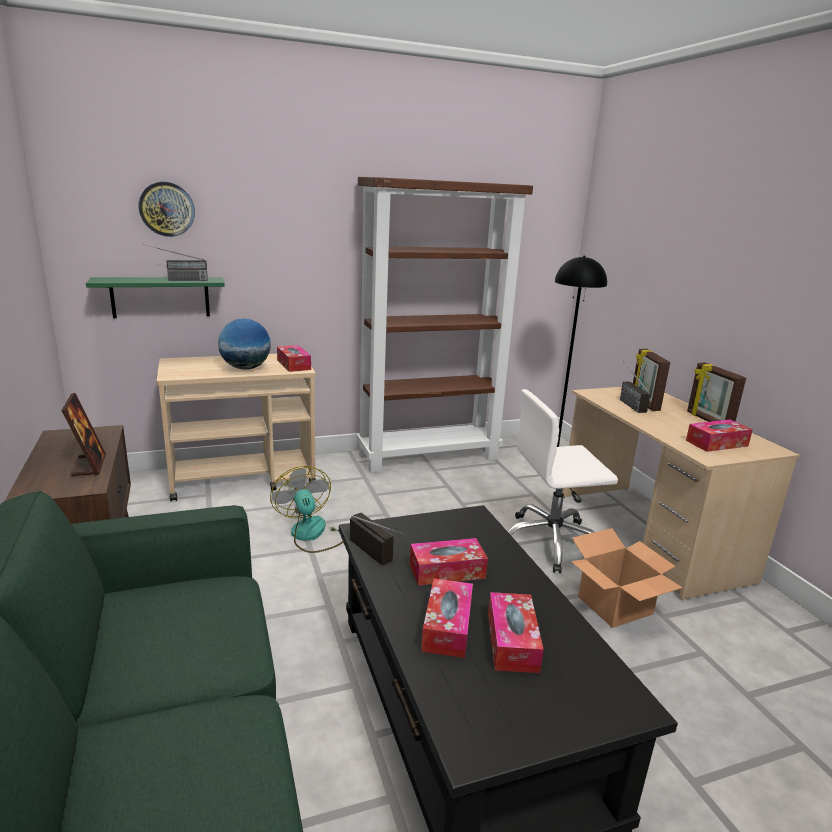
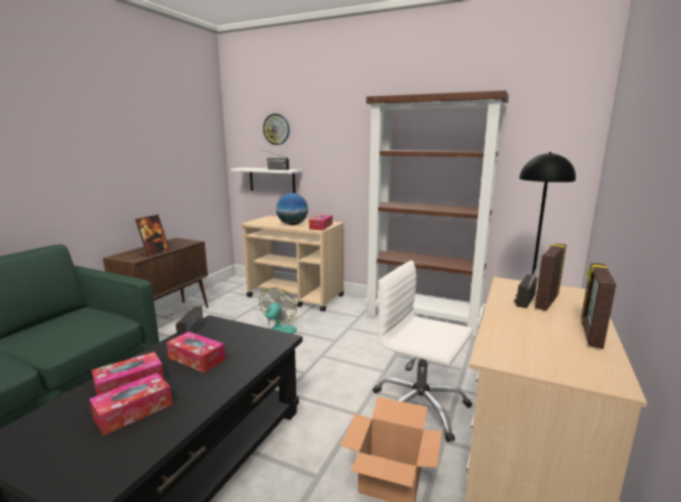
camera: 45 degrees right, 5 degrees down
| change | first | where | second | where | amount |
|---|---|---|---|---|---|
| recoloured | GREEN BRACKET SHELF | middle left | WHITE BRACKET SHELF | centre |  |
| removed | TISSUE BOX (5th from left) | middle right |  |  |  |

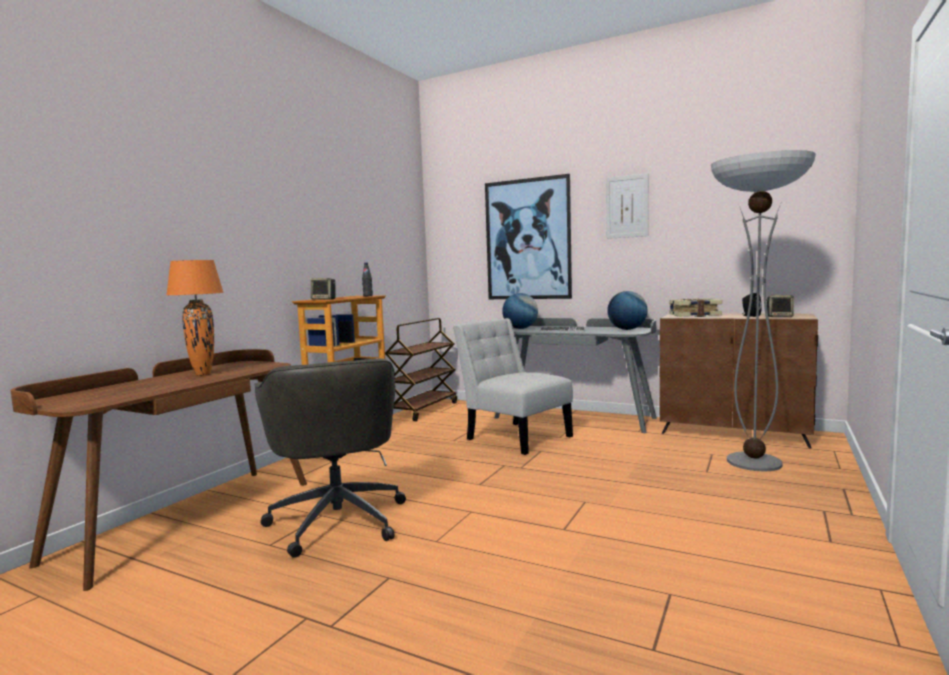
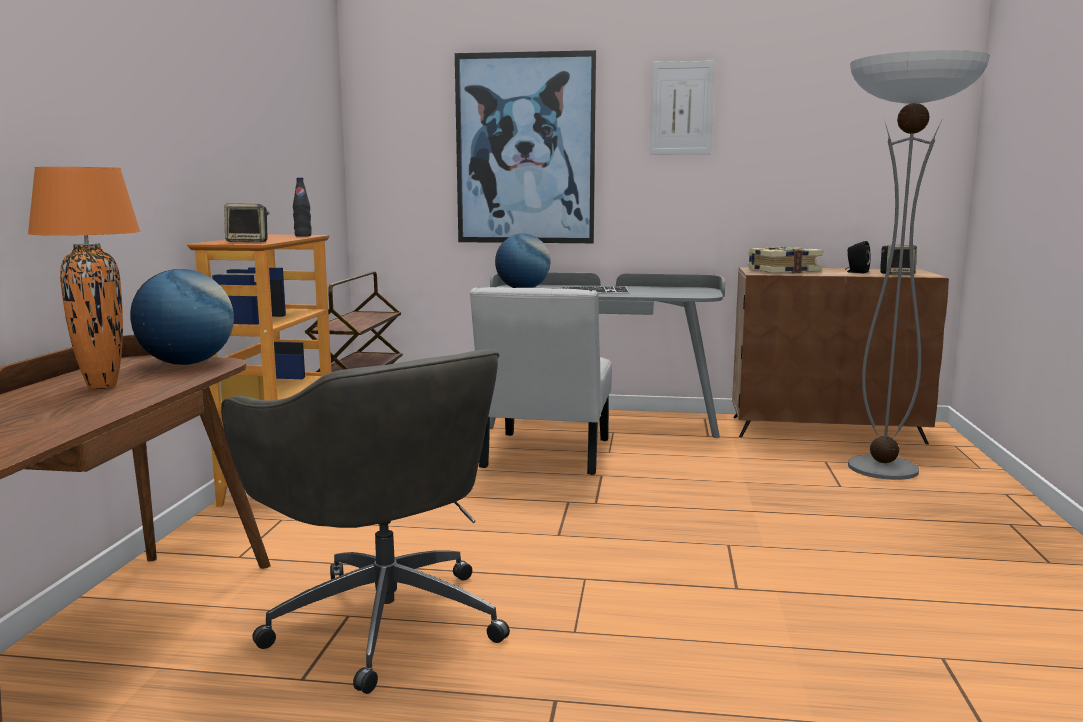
camera: 20 degrees left, 5 degrees up
| change | first | where | second | where | amount |
|---|---|---|---|---|---|
| turned | WHITE CHAIR | centre |  | centre | 105 degrees counterclockwise |
| moved | WORLD GLOBE (2nd from left in the first image) | centre | WORLD GLOBE (1st from left) | middle left |  |

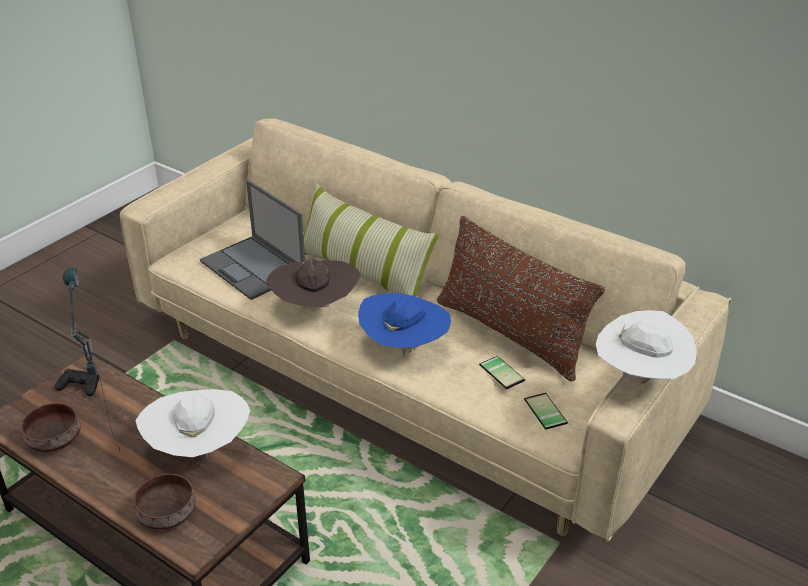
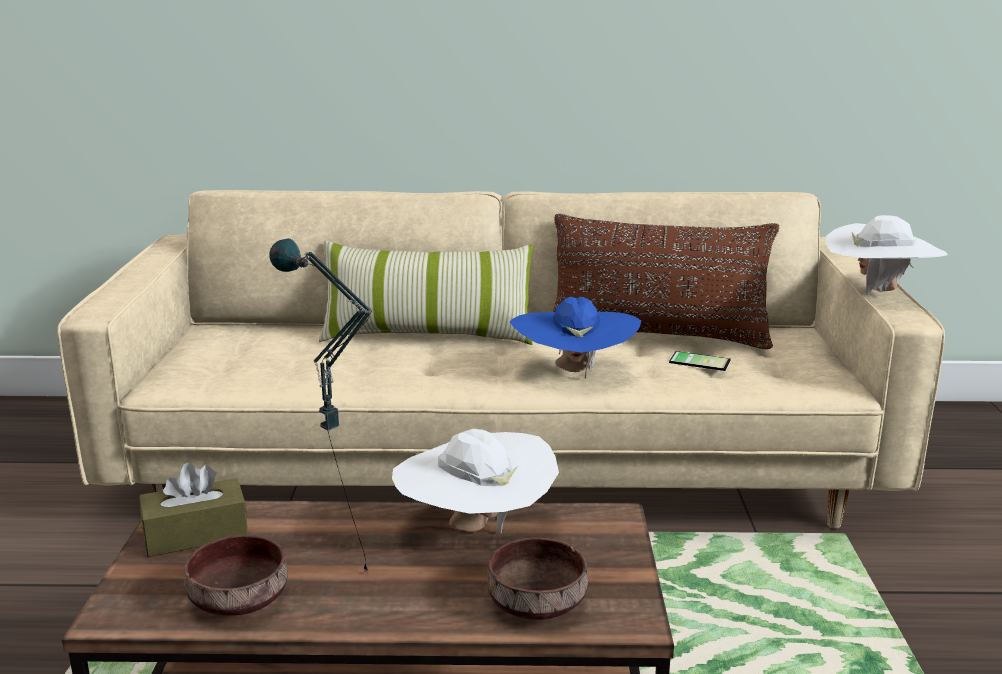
camera: 35 degrees left, 15 degrees down
| change | first | where | second | where | amount |
|---|---|---|---|---|---|
| replaced | BLACK GAME CONTROLLER | middle left | BROWNISH TISSUE BOX | bottom left |  |
| removed | PORTABLE COMPUTER | middle left |  |  |  |
| removed | BROWNISH CLOTHING HAT | centre |  |  |  |
| removed | TELEPHONE (2nd from left) | bottom right |  |  |  |

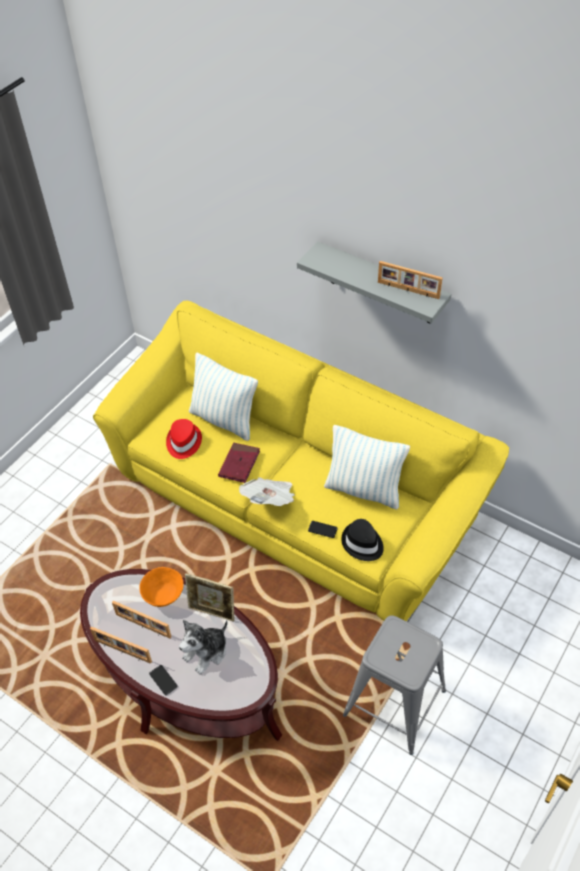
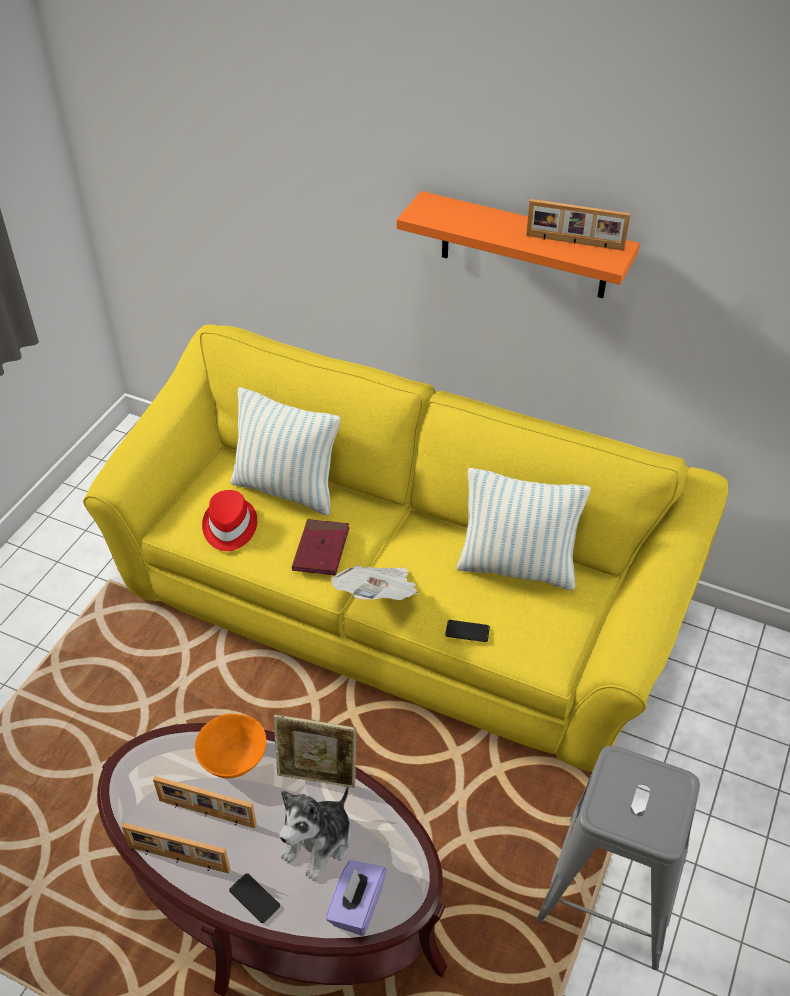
camera: 10 degrees left, 5 degrees down
| change | first | where | second | where | amount |
|---|---|---|---|---|---|
| recoloured | GREYISH BRACKET SHELF | top centre | ORANGE-COLOURED BRACKET SHELF | top centre |  |
| removed | BLACK CLOTHING HAT | centre |  |  |  |
| added |  |  | PURPLE TISSUE BOX | bottom centre |  |

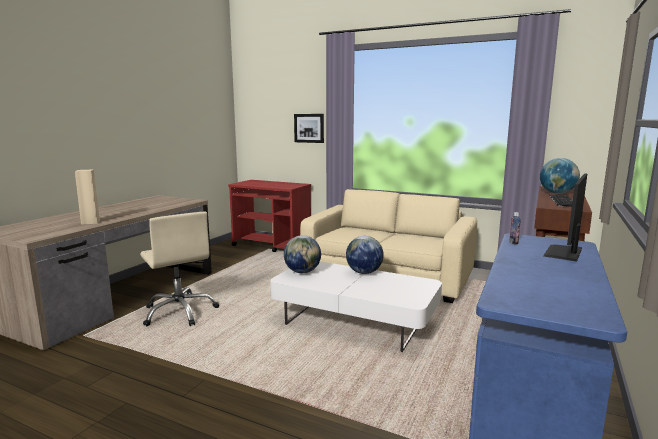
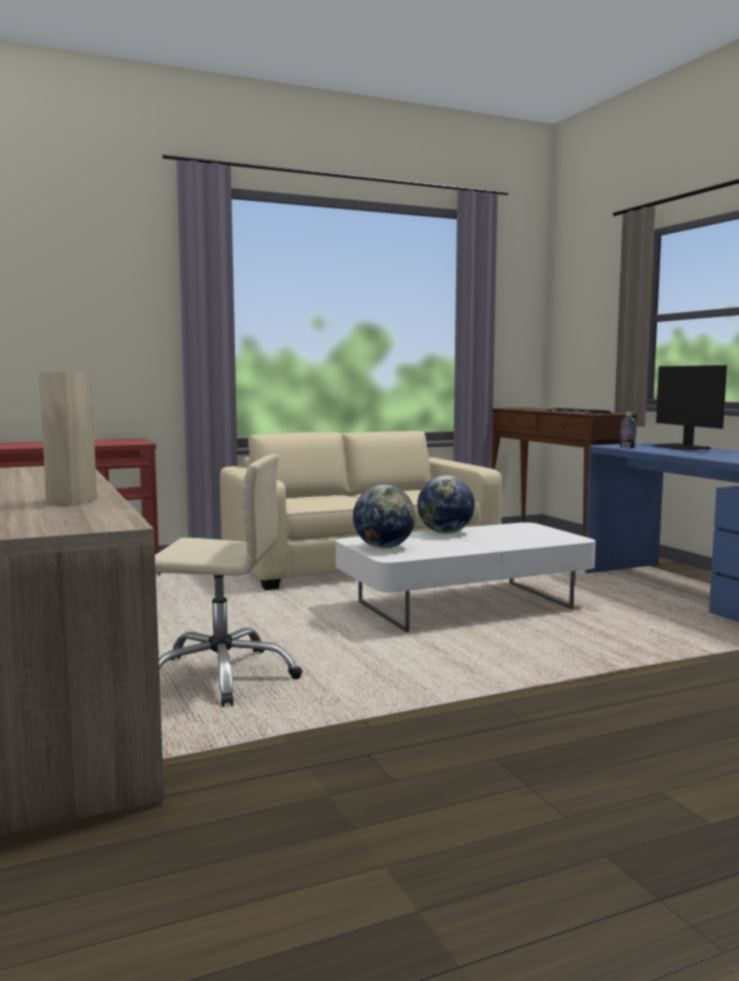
camera: 50 degrees left, 5 degrees down
| change | first | where | second | where | amount |
|---|---|---|---|---|---|
| removed | WALL ART | top centre |  |  |  |
| removed | WORLD GLOBE (3rd from left) | middle right |  |  |  |

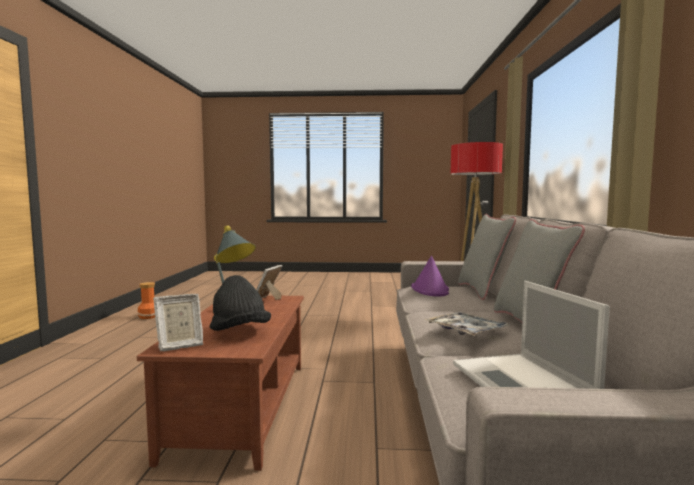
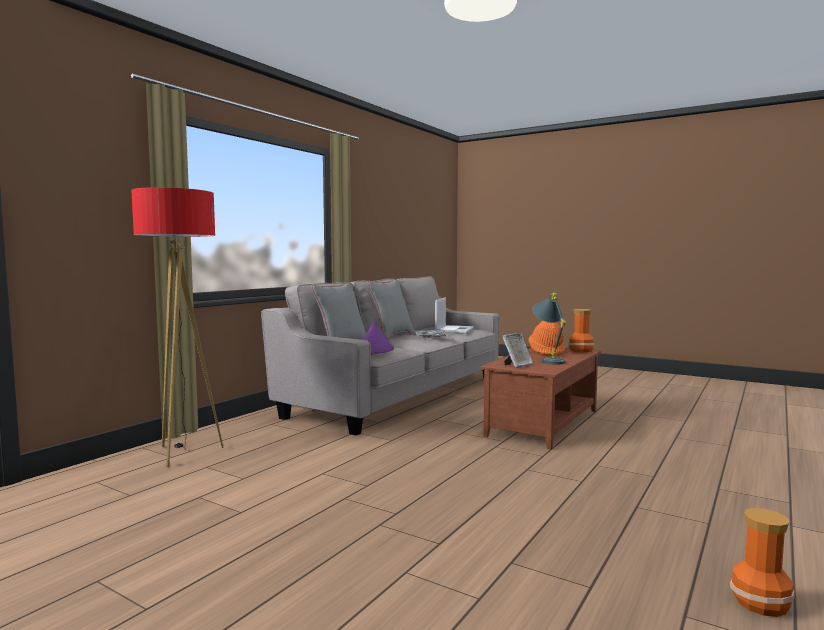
camera: 150 degrees left, 0 degrees up
| change | first | where | second | where | amount |
|---|---|---|---|---|---|
| replaced | PHOTO FRAME (1st from left) | middle left | VASE (1st from left) | middle right |  |
| recoloured | BLACK CLOTHING HAT | centre | ORANGE-COLOURED CLOTHING HAT | centre |  |

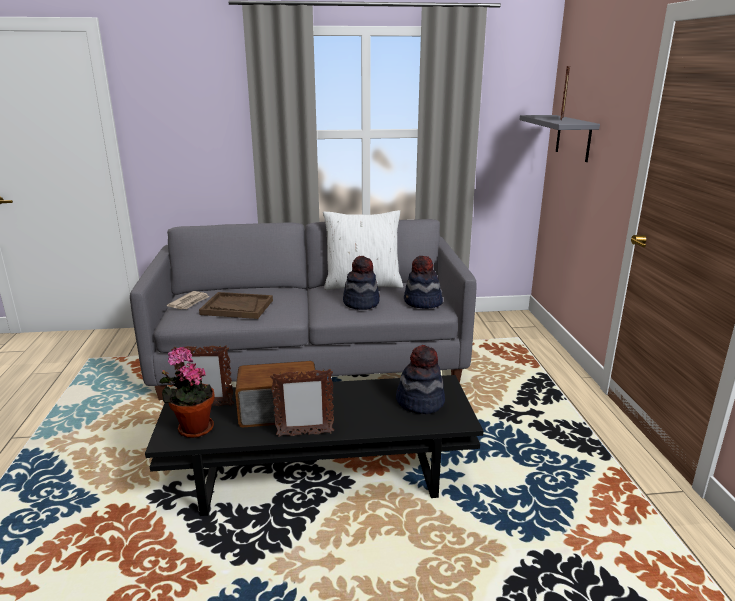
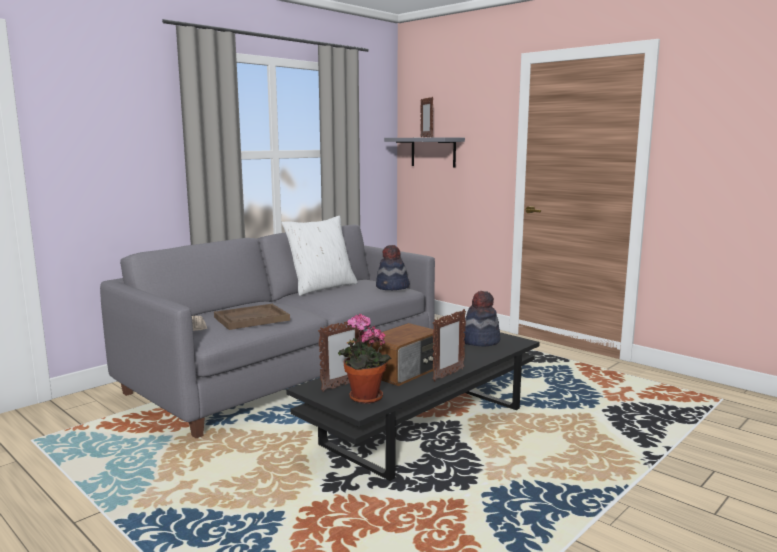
camera: 40 degrees left, 10 degrees down
| change | first | where | second | where | amount |
|---|---|---|---|---|---|
| removed | CLOTHING HAT (1st from left) | centre |  |  |  |

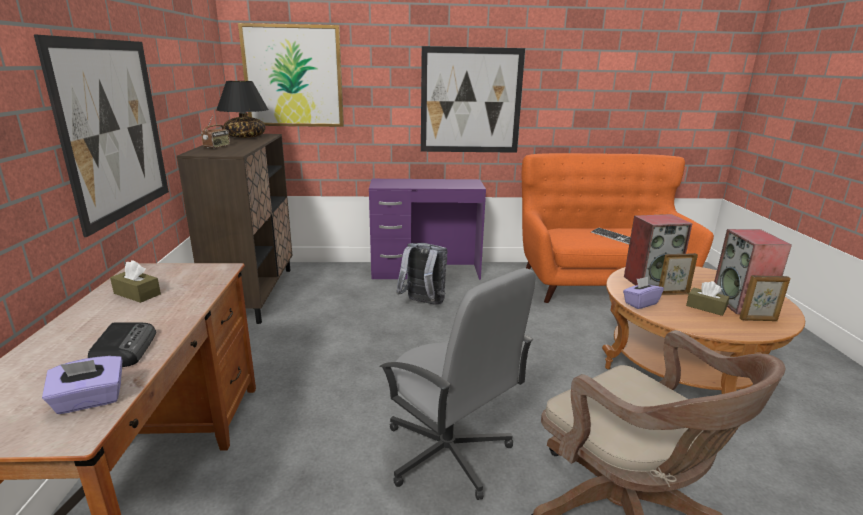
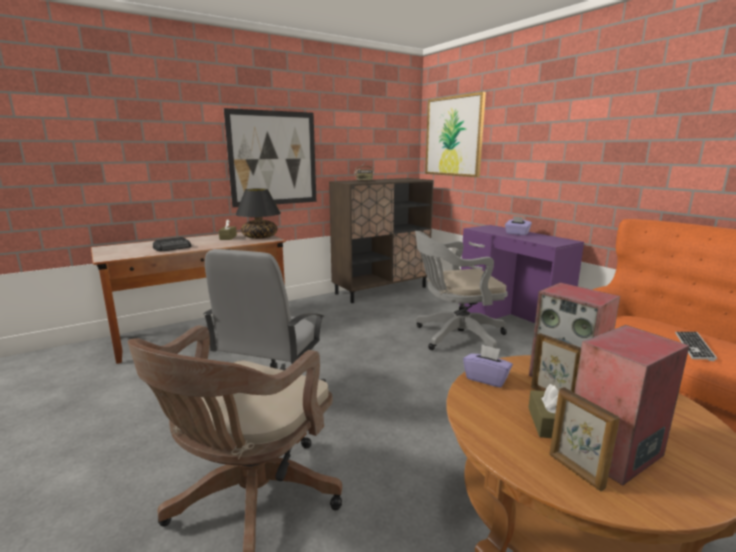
camera: 60 degrees right, 5 degrees down
| change | first | where | second | where | amount |
|---|---|---|---|---|---|
| moved | PURPLE TISSUE BOX (1st from left in the first image) | bottom left | PURPLE TISSUE BOX (2nd from left) | middle right |  |
| moved | BLACK LAMP FOR A TABLE | top left |  | centre |  |
| replaced | GREYISH RUCKSACK | centre | GREYISH COMPUTER CHAIR (2nd from left) | centre |  |
| removed | WALL ART (3rd from left) | top centre |  |  |  |

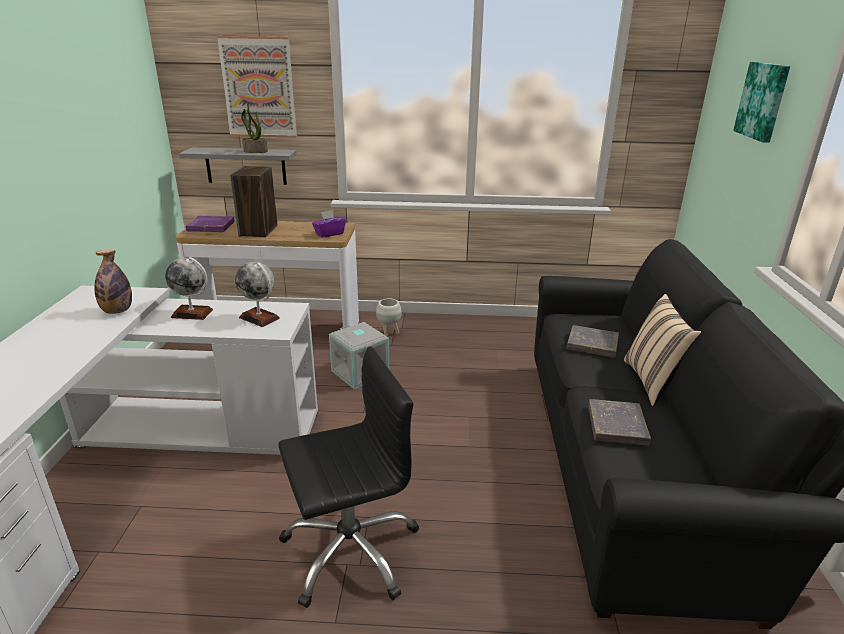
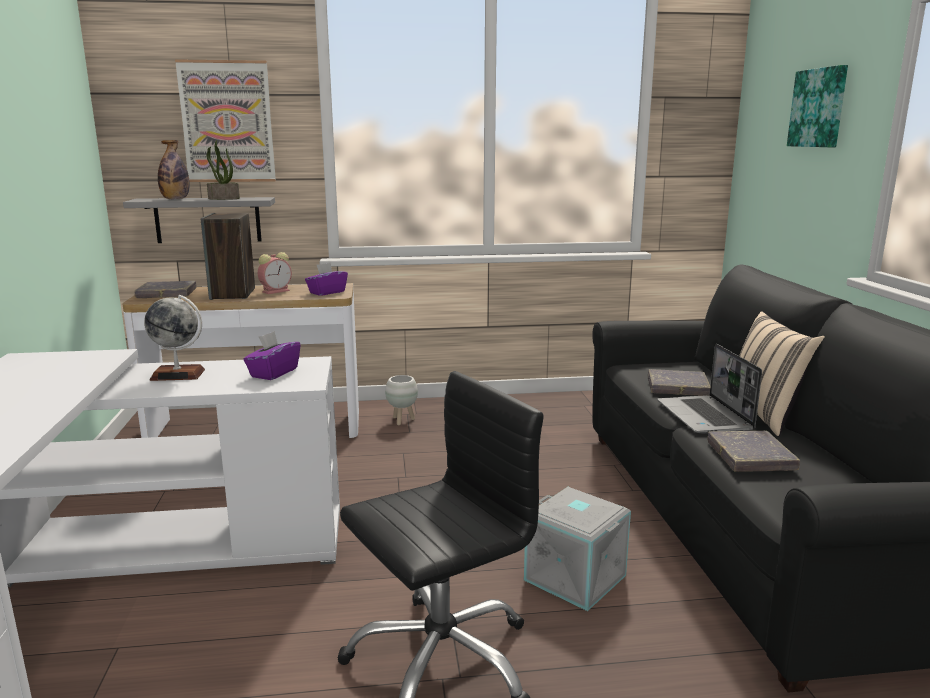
camera: 10 degrees left, 10 degrees down
| change | first | where | second | where | amount |
|---|---|---|---|---|---|
| moved | DRINK BOTTLE | middle left |  | top left |  |
| recoloured | PURPLE VOLUME | middle left | GREYISH VOLUME (1st from left) | middle left |  |
| replaced | WORLD GLOBE (2nd from left) | middle left | PURPLE TISSUE BOX (1st from left) | middle left |  |
| moved | GREYISH STORAGE BIN | centre |  | bottom centre |  |
| added |  |  | BEDSIDE CLOCK | middle left |  |
| added |  |  | PORTABLE COMPUTER | middle right |  |

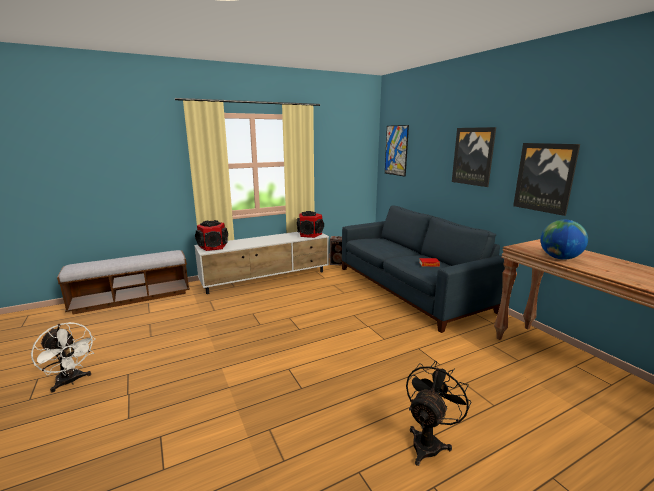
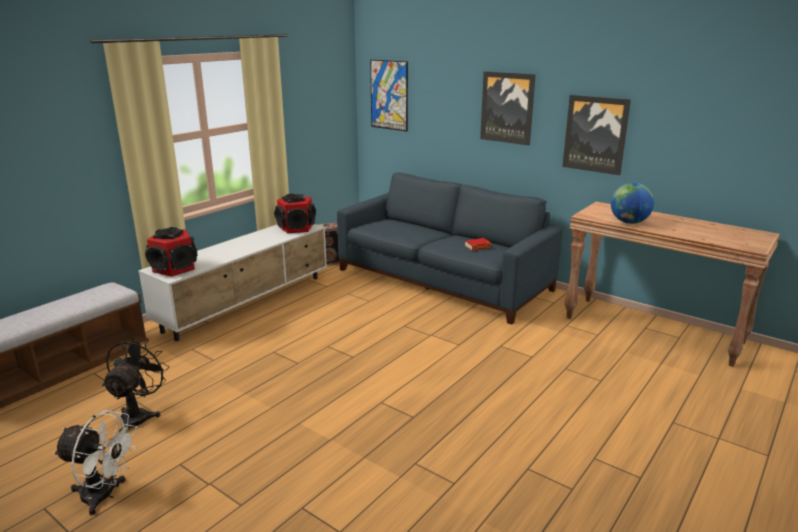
camera: 25 degrees left, 5 degrees up
| change | first | where | second | where | amount |
|---|---|---|---|---|---|
| moved | BLACK FAN | bottom right |  | bottom left |  |

